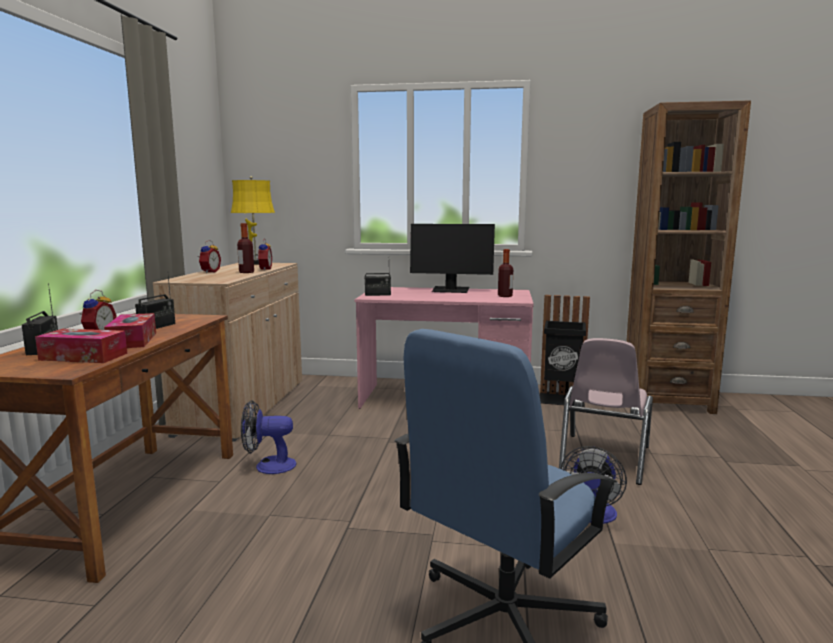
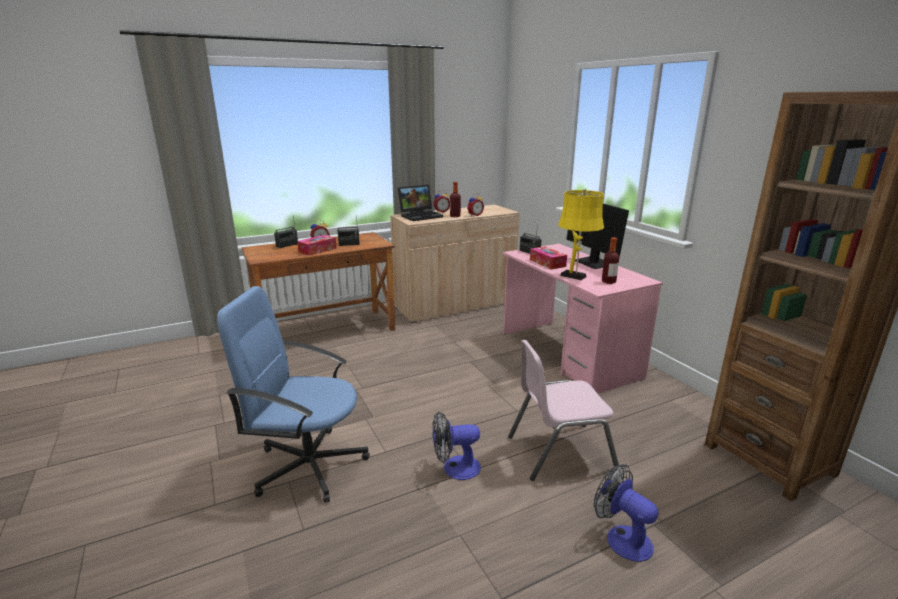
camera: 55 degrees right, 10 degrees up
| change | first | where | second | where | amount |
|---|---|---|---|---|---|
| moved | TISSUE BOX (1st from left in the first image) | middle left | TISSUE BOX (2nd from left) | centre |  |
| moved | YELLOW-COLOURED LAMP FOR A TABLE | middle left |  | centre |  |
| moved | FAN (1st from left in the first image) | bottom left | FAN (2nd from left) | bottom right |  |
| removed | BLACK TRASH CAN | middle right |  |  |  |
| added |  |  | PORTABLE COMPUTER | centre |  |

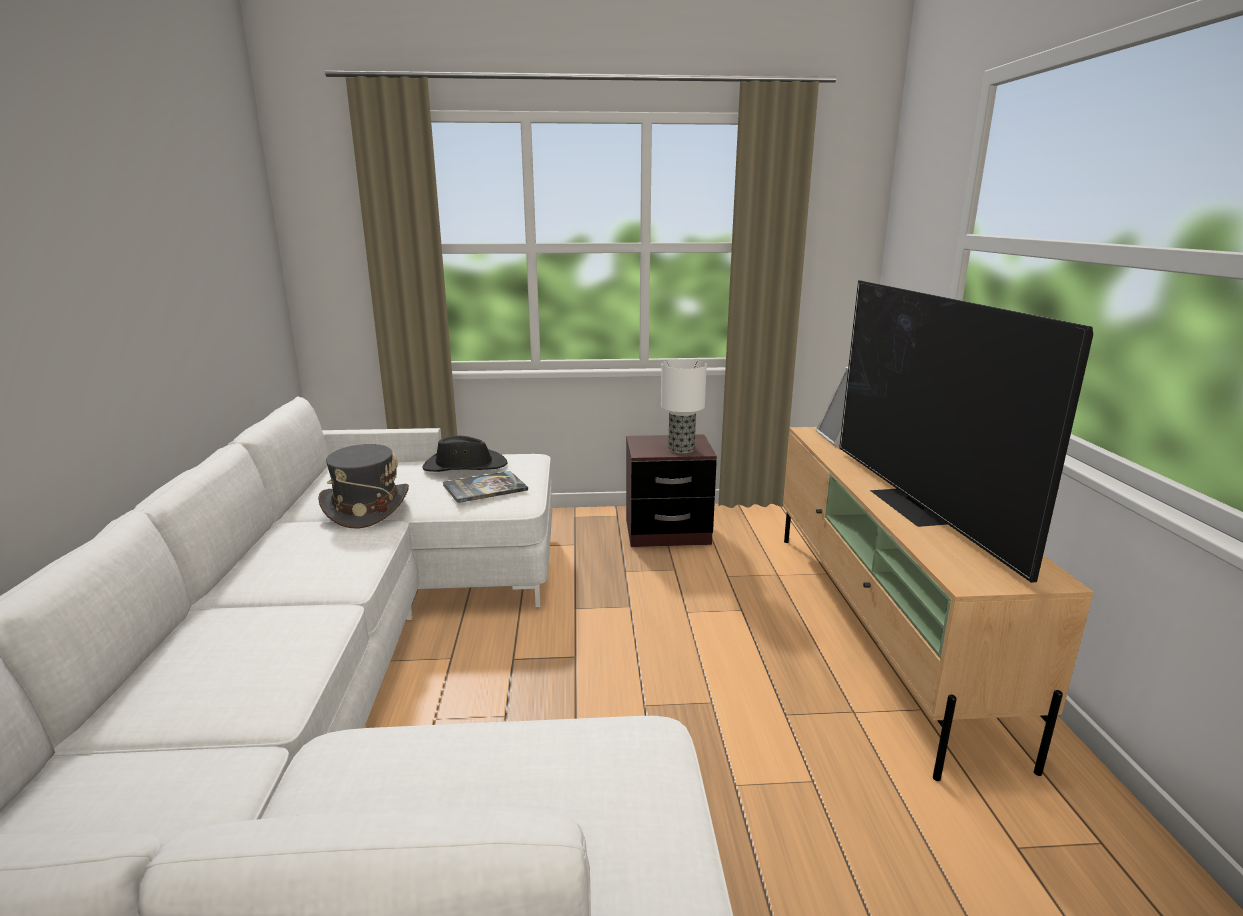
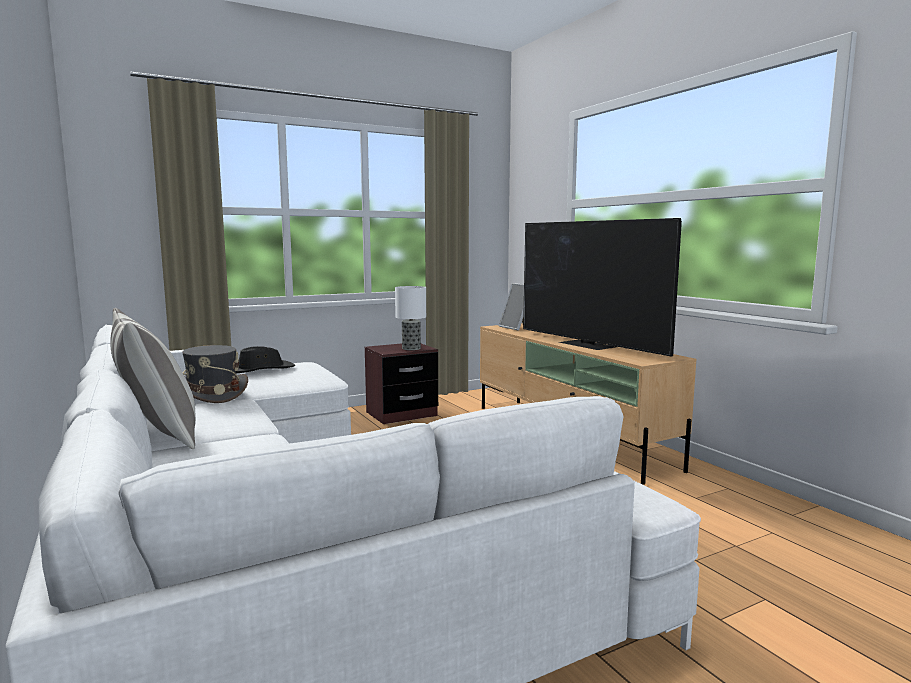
camera: 25 degrees left, 10 degrees down
| change | first | where | second | where | amount |
|---|---|---|---|---|---|
| removed | VOLUME | centre |  |  |  |
| added |  |  | CUSHION | middle left |  |

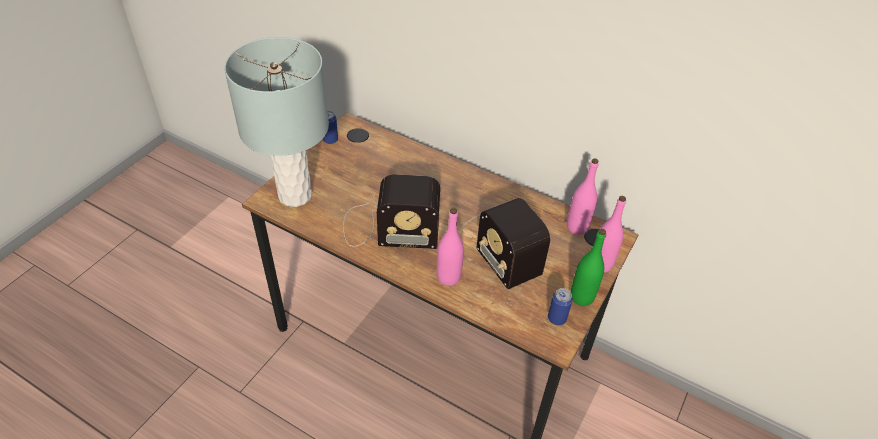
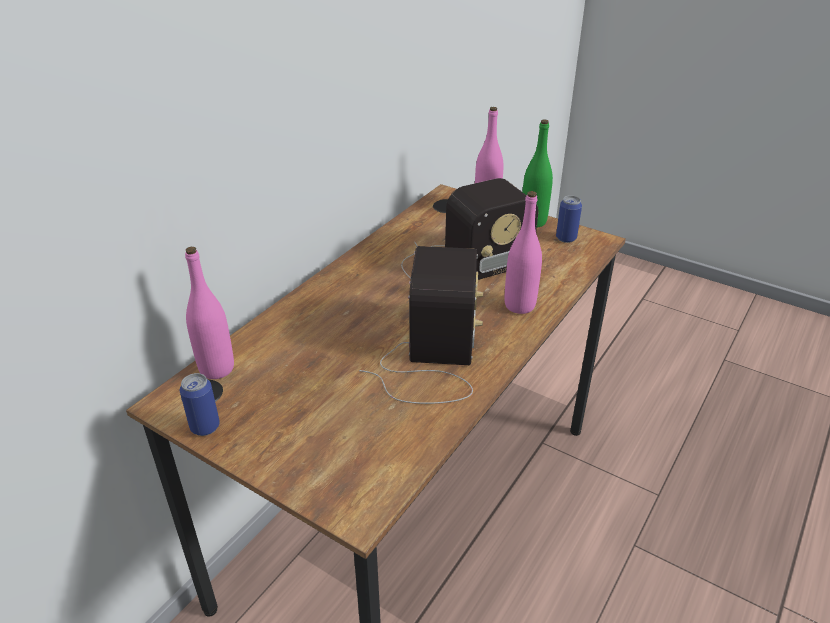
camera: 85 degrees left, 10 degrees down
| change | first | where | second | where | amount |
|---|---|---|---|---|---|
| removed | GREYISH LAMP FOR A TABLE | top left |  |  |  |
| moved | PINK-COLOURED DRINK BOTTLE (2nd from left in the first image) | centre | PINK-COLOURED DRINK BOTTLE (1st from left) | middle left |  |

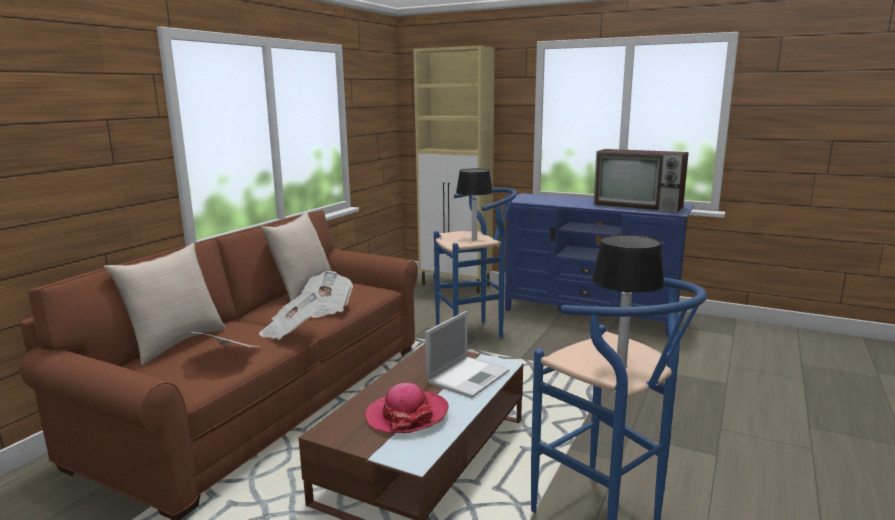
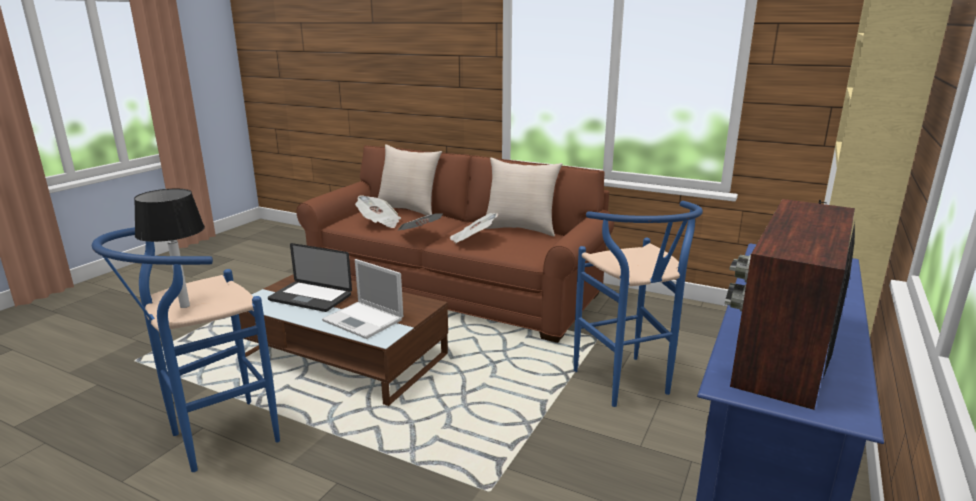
camera: 90 degrees right, 5 degrees up
| change | first | where | second | where | amount |
|---|---|---|---|---|---|
| replaced | CLOTHING HAT | bottom centre | PORTABLE COMPUTER (1st from left) | middle left |  |
| removed | LAMP FOR A TABLE (1st from left) | centre |  |  |  |

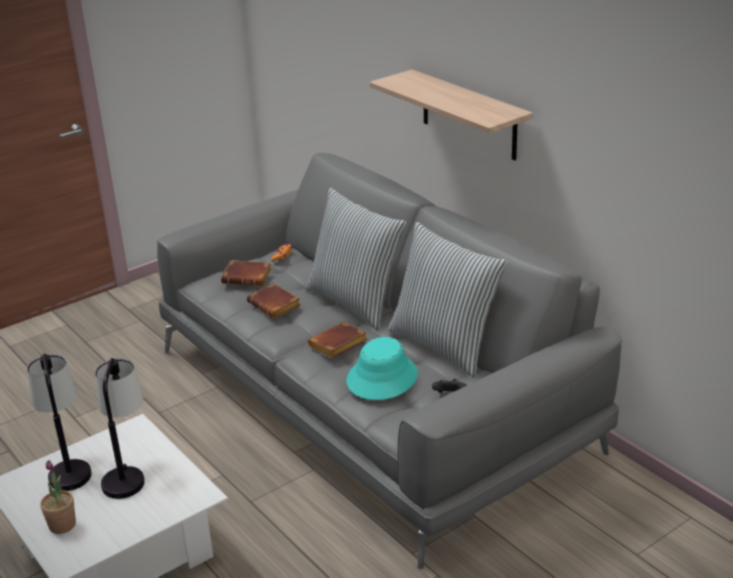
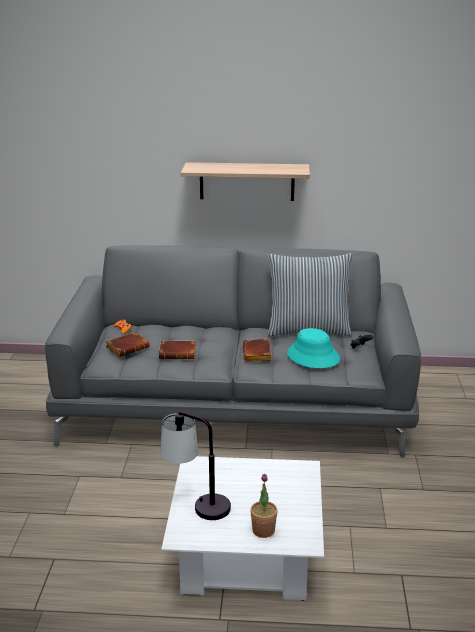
camera: 50 degrees left, 5 degrees down
| change | first | where | second | where | amount |
|---|---|---|---|---|---|
| removed | LAMP FOR A TABLE (2nd from left) | bottom left |  |  |  |
| removed | CUSHION (1st from left) | centre |  |  |  |

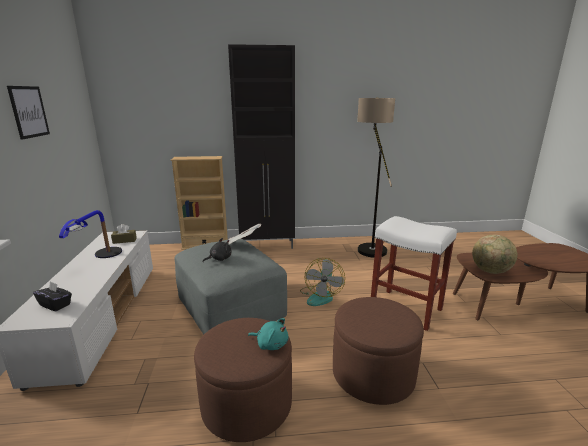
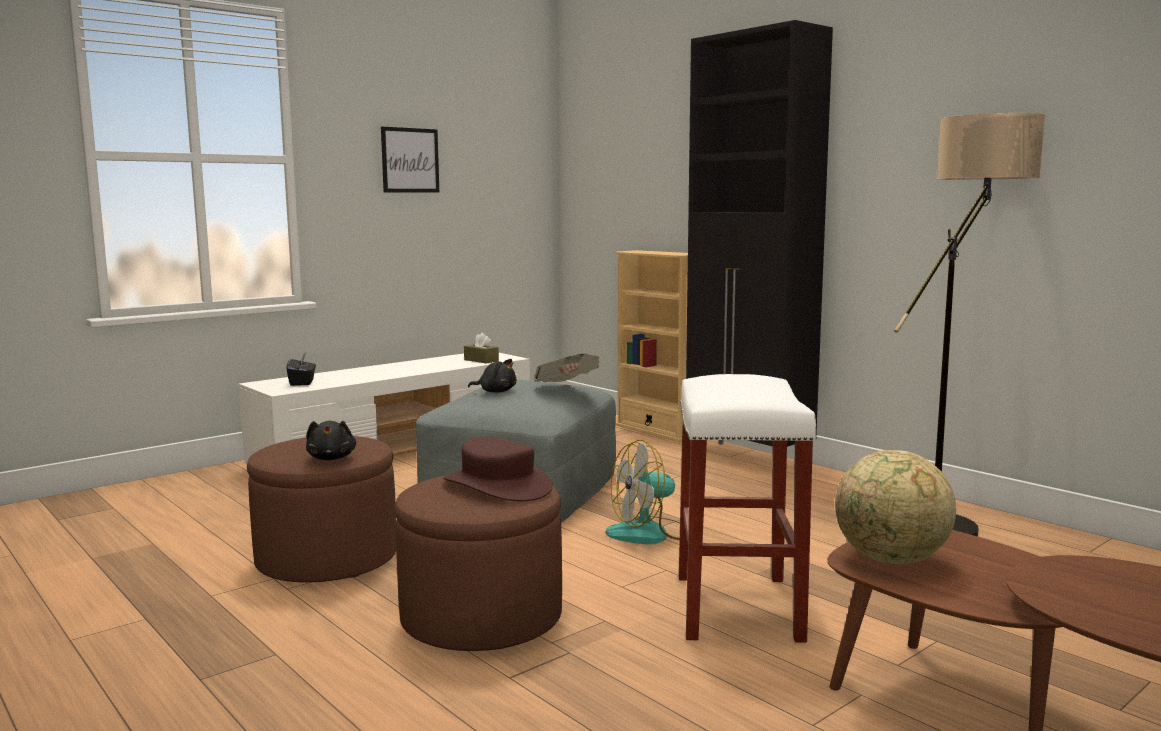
camera: 55 degrees right, 10 degrees down
| change | first | where | second | where | amount |
|---|---|---|---|---|---|
| removed | LAMP FOR A TABLE | middle left |  |  |  |
| recoloured | TURQUOISE-COLOURED CUDDLY TOY | bottom centre | BLACK CUDDLY TOY (1st from left) | middle left |  |
| added |  |  | BROWNISH CLOTHING HAT | centre |  |

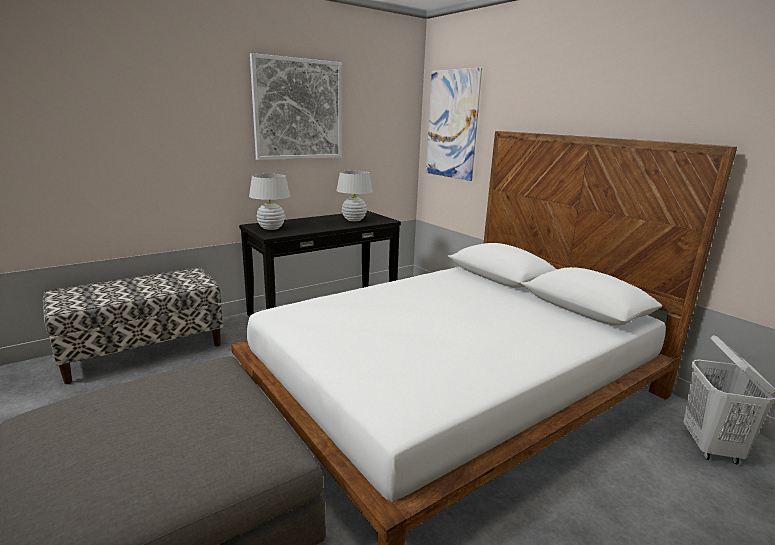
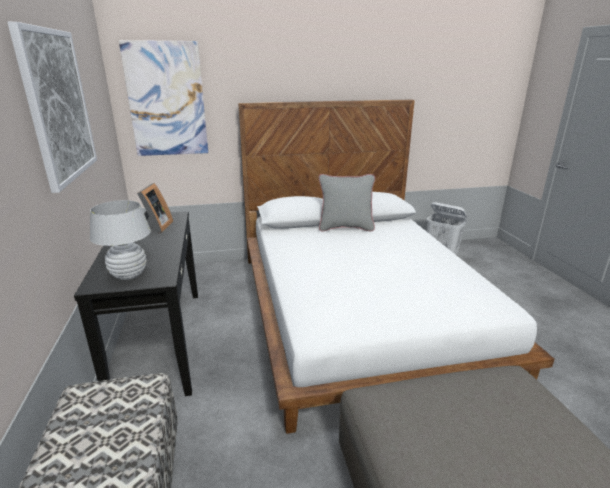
camera: 65 degrees left, 5 degrees up
| change | first | where | second | where | amount |
|---|---|---|---|---|---|
| replaced | WHITE LAMP FOR A TABLE (2nd from left) | centre | PHOTO FRAME | middle left |  |
| added |  |  | GREYISH CUSHION | centre |  |

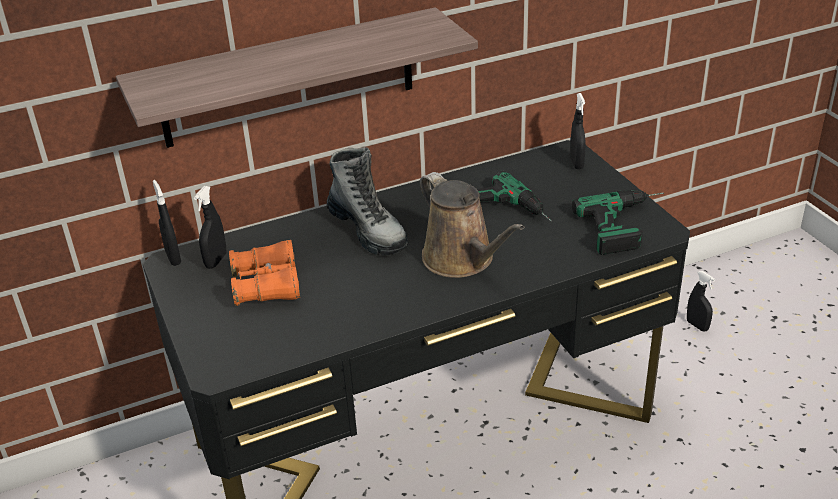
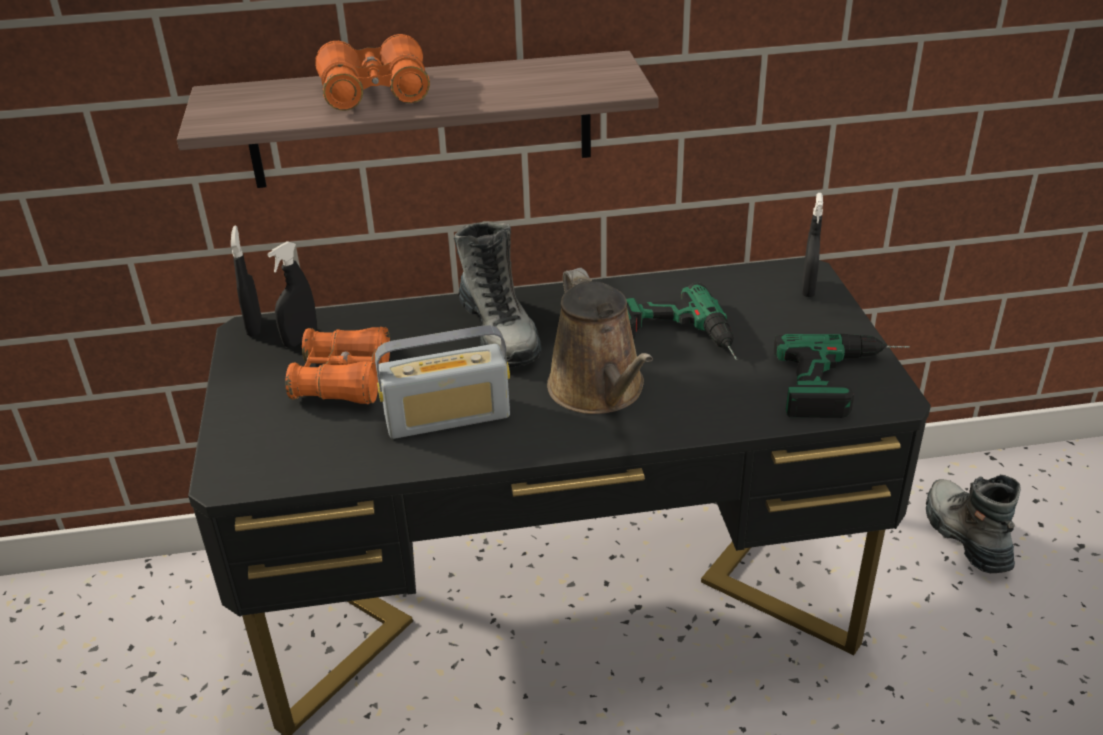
camera: 15 degrees right, 0 degrees up
| change | first | where | second | where | amount |
|---|---|---|---|---|---|
| replaced | BLACK SPRAYER (4th from left) | middle right | TALL BOOT (2nd from left) | bottom right |  |
| added |  |  | ORANGE-COLOURED PAIR OF BINOCULARS (2nd from left) | top centre |  |
| added |  |  | RADIO | centre |  |

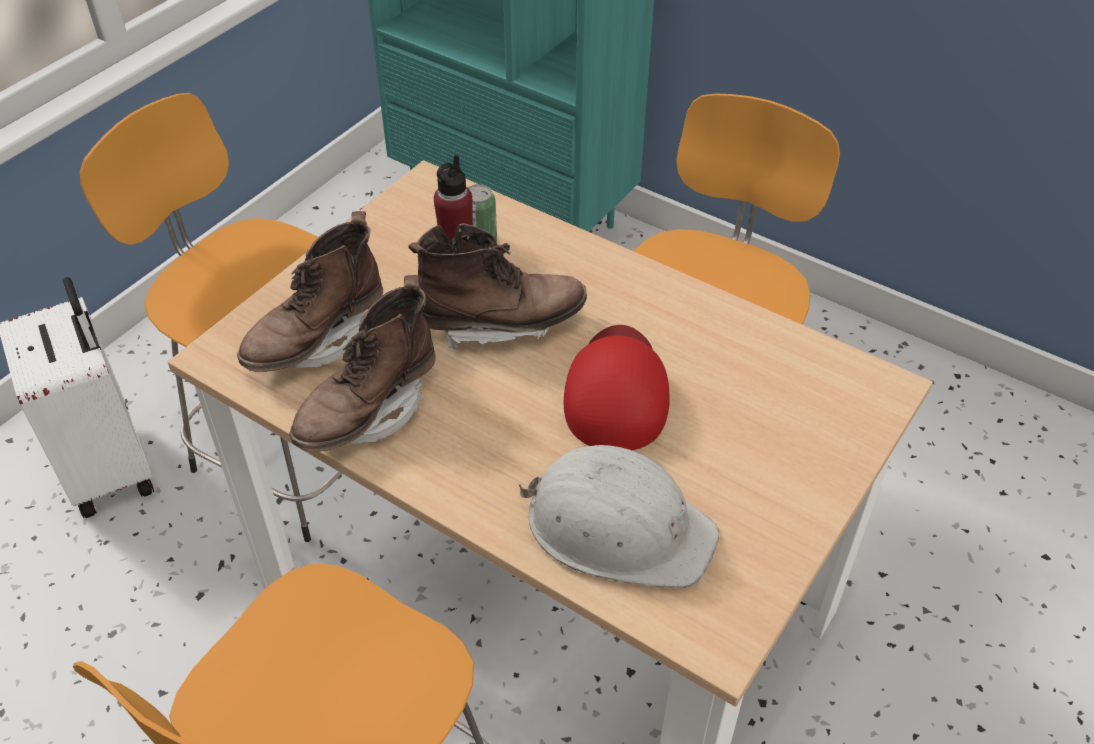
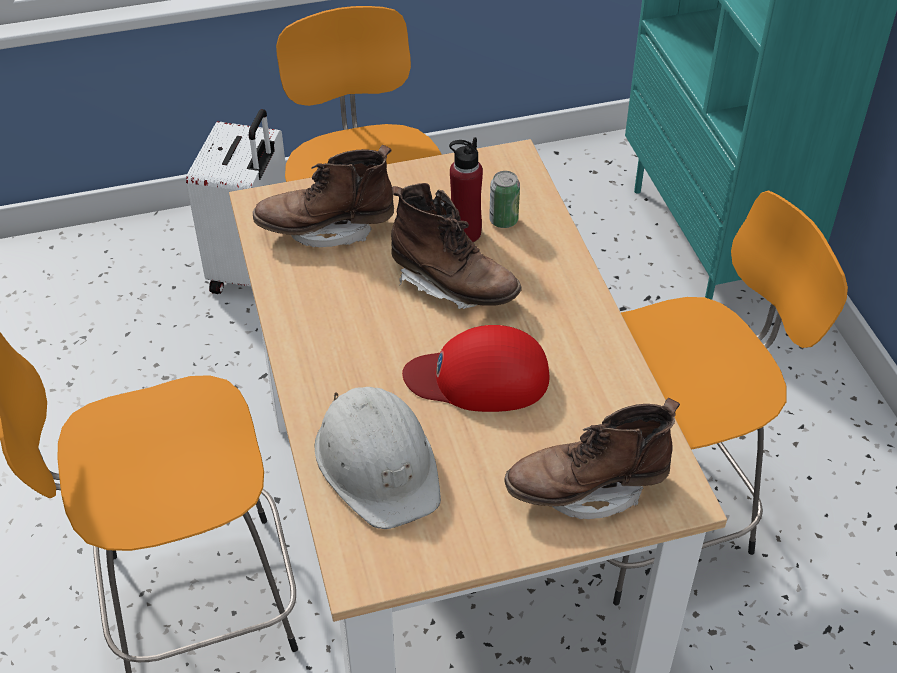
camera: 40 degrees right, 0 degrees up
| change | first | where | second | where | amount |
|---|---|---|---|---|---|
| moved | BROWNISH TALL BOOT (2nd from left in the first image) | middle left | BROWNISH TALL BOOT (3rd from left) | bottom centre |  |
| turned | RED BASEBALL CAP | centre |  | centre | 135 degrees counterclockwise |

